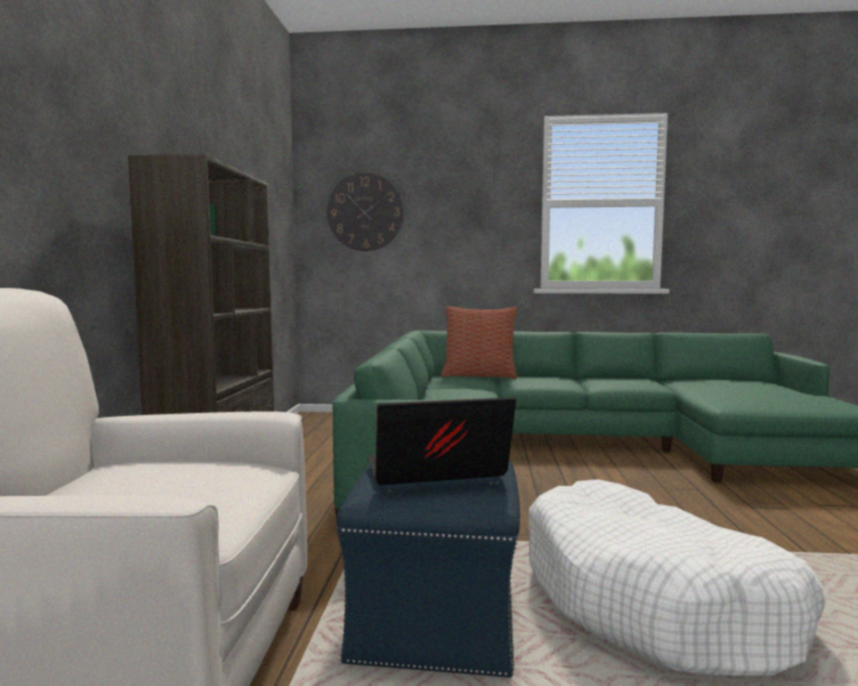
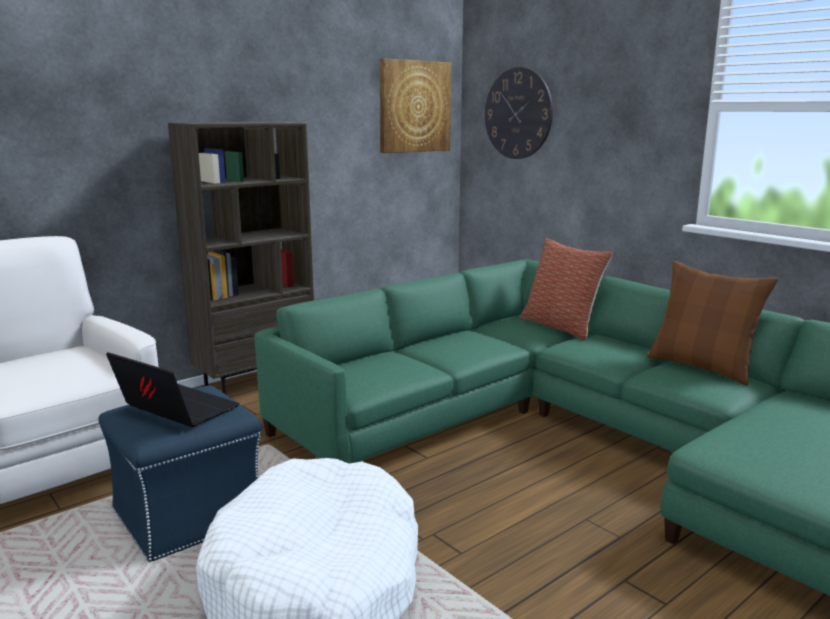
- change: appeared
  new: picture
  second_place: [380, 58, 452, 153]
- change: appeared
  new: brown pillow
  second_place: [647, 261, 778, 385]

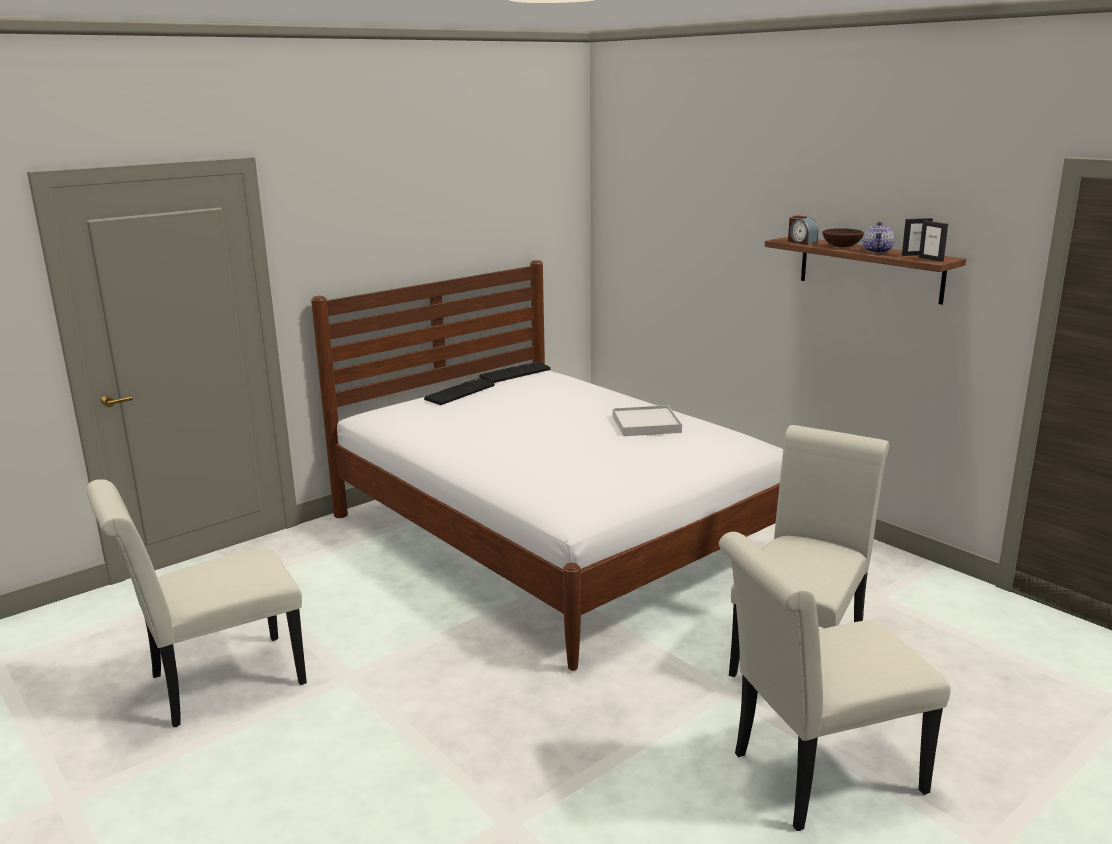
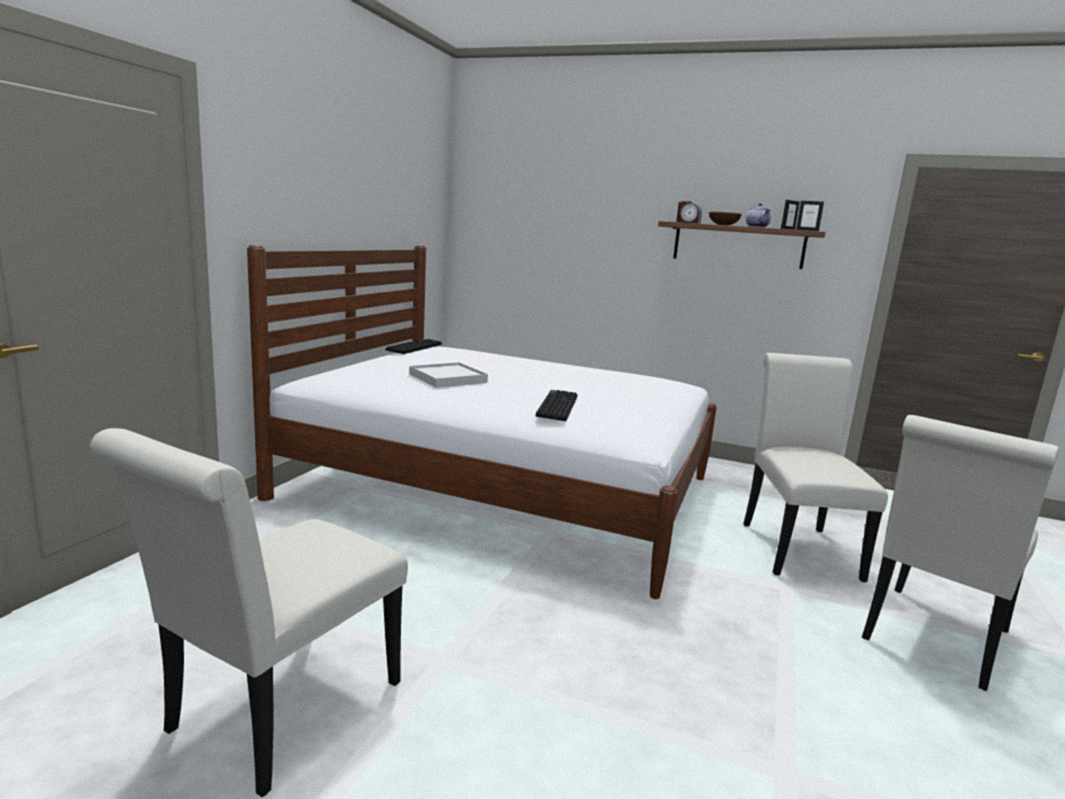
- change: relocated
  old: keyboard
  first_place: [424, 378, 494, 405]
  second_place: [536, 390, 578, 421]
- change: relocated
  old: white tray
  first_place: [613, 405, 682, 436]
  second_place: [409, 362, 488, 388]

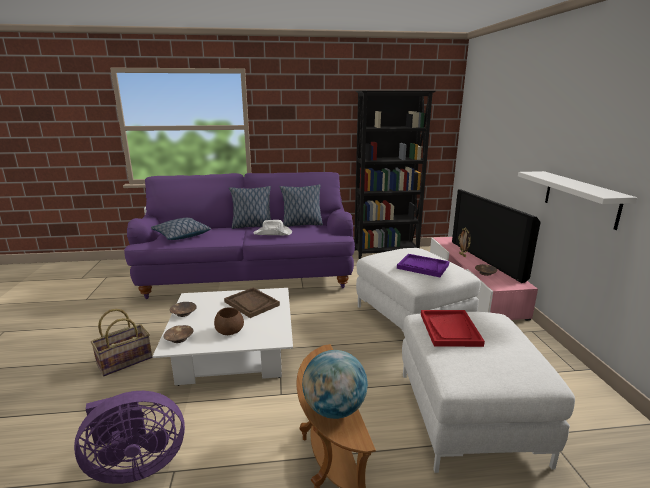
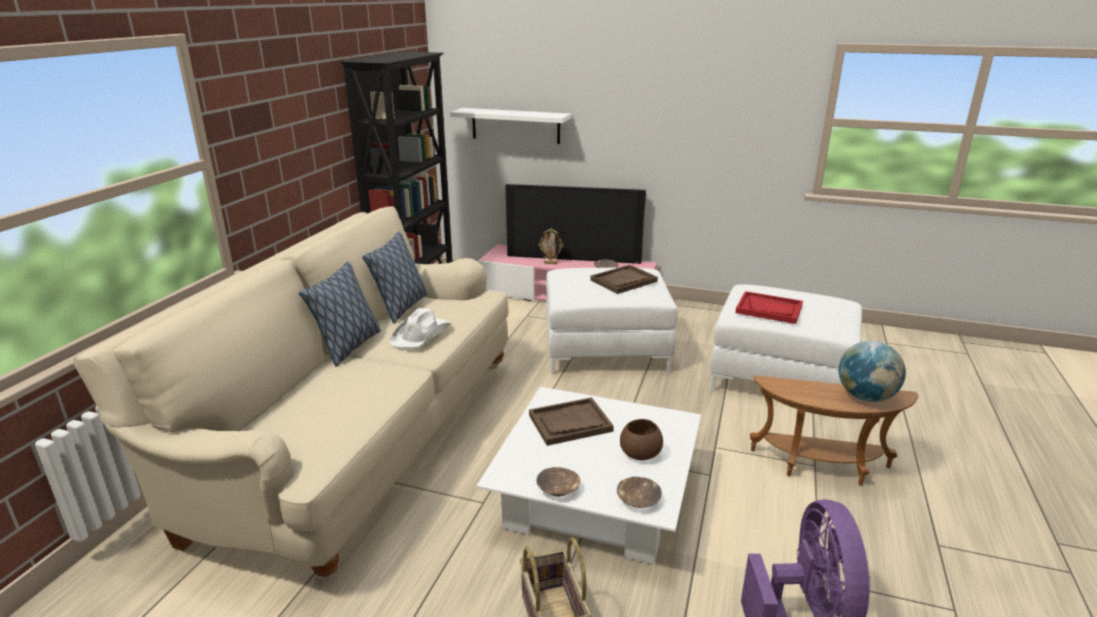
- change: missing
  old: pillow
  first_place: [151, 218, 211, 240]
- change: relocated
  old: white shelf
  first_place: [518, 171, 637, 230]
  second_place: [450, 108, 571, 144]
- change: colour
  old: purple sofa
  new: beige sofa
  first_place: [124, 172, 355, 299]
  second_place: [73, 206, 509, 585]
- change: colour
  old: purple tray
  new: brown tray
  first_place: [397, 254, 449, 277]
  second_place: [590, 265, 658, 294]

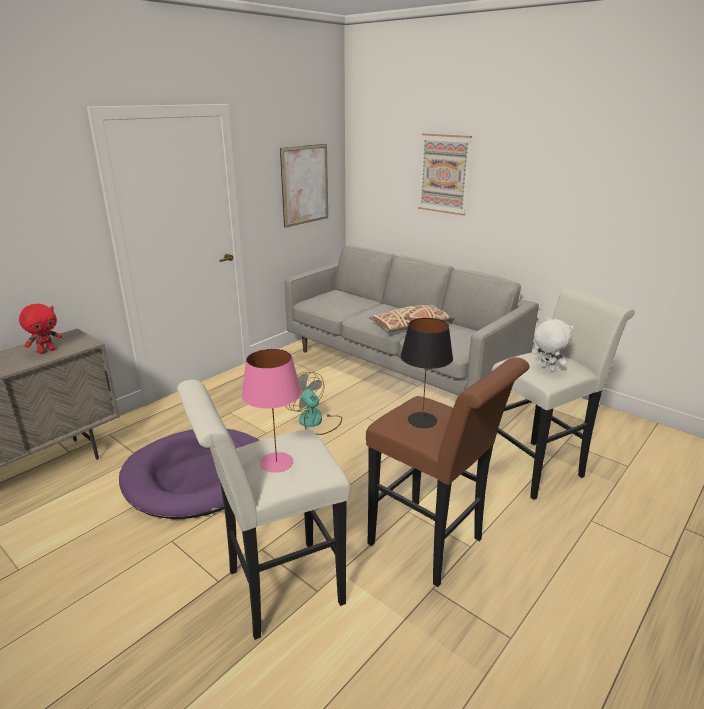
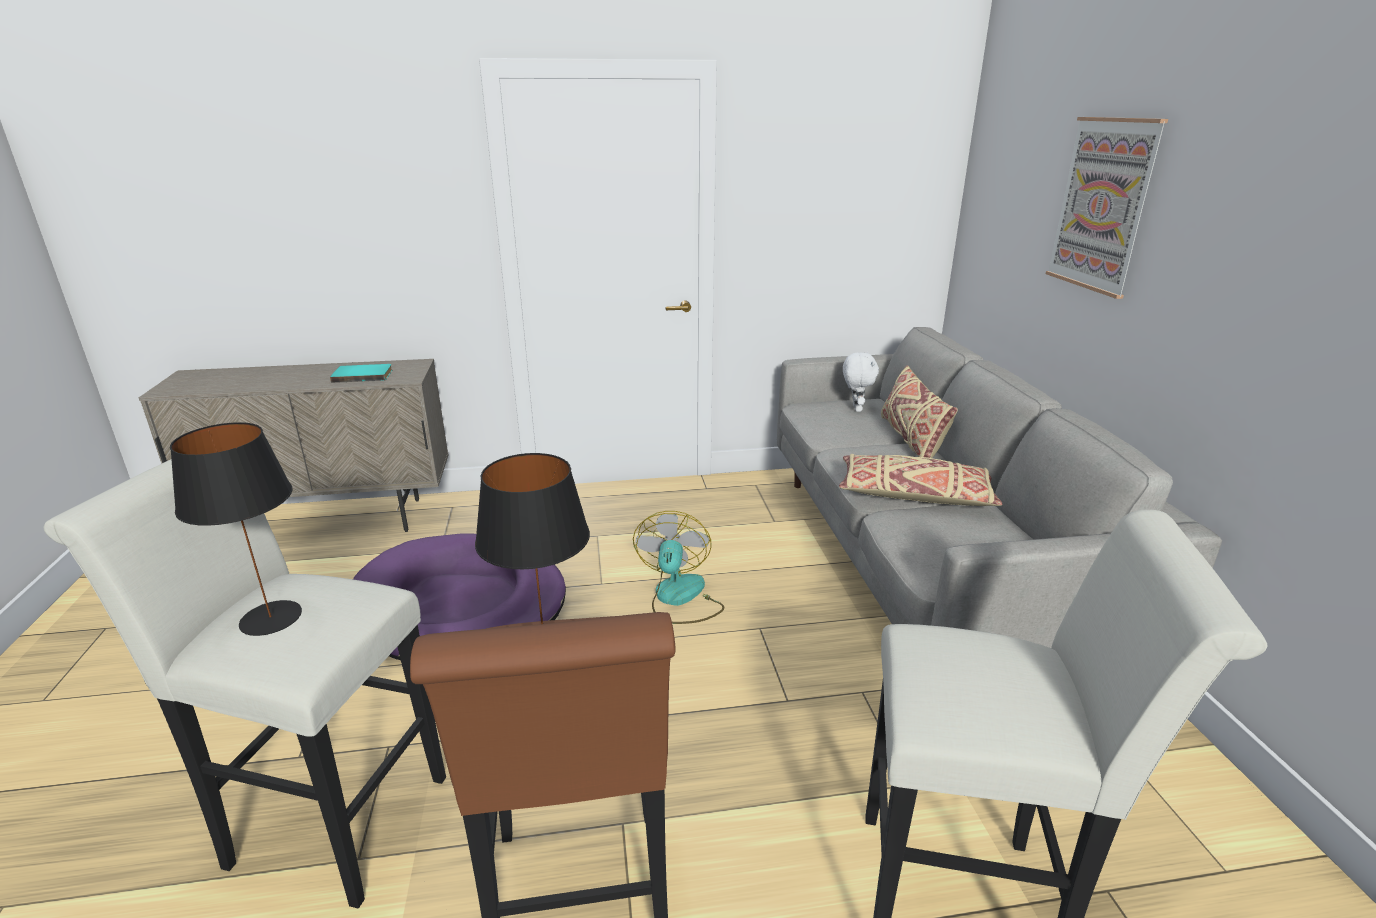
- change: missing
  old: picture
  first_place: [280, 144, 328, 228]
- change: appeared
  new: beige pillow
  second_place: [881, 365, 958, 458]
- change: relocated
  old: white plush toy
  first_place: [533, 317, 574, 372]
  second_place: [843, 352, 879, 412]
- change: exchanged
  old: red plush toy
  new: turquoise book
  first_place: [19, 304, 62, 354]
  second_place: [330, 364, 392, 383]
- change: colour
  old: pink table lamp
  new: black table lamp
  first_place: [241, 348, 302, 473]
  second_place: [170, 422, 302, 636]

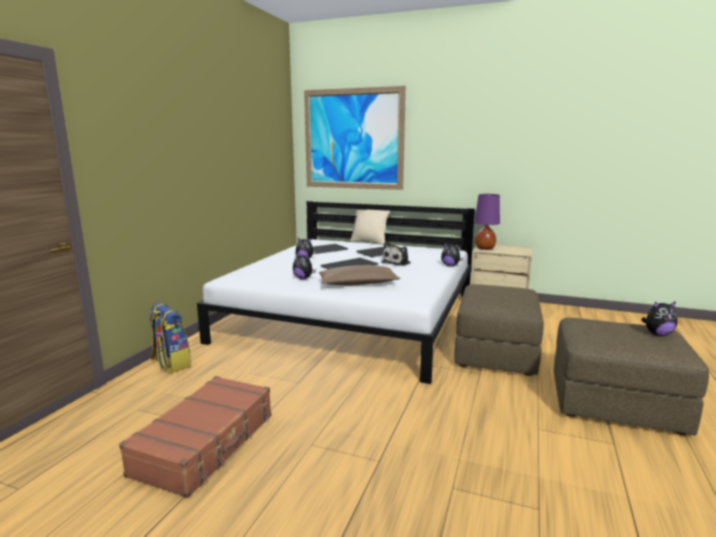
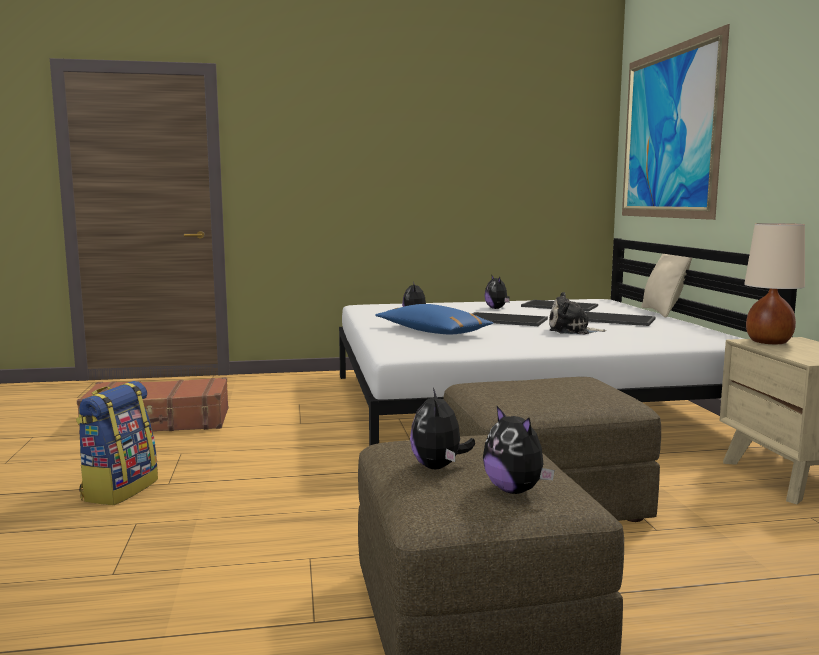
- change: relocated
  old: backpack
  first_place: [150, 303, 191, 373]
  second_place: [76, 381, 158, 505]
- change: relocated
  old: plush toy
  first_place: [441, 242, 463, 266]
  second_place: [410, 388, 475, 469]
- change: colour
  old: brown pillow
  new: blue pillow
  first_place: [319, 265, 401, 285]
  second_place: [375, 304, 493, 335]
- change: colour
  old: purple table lamp
  new: beige table lamp
  first_place: [474, 194, 500, 250]
  second_place: [744, 223, 805, 344]

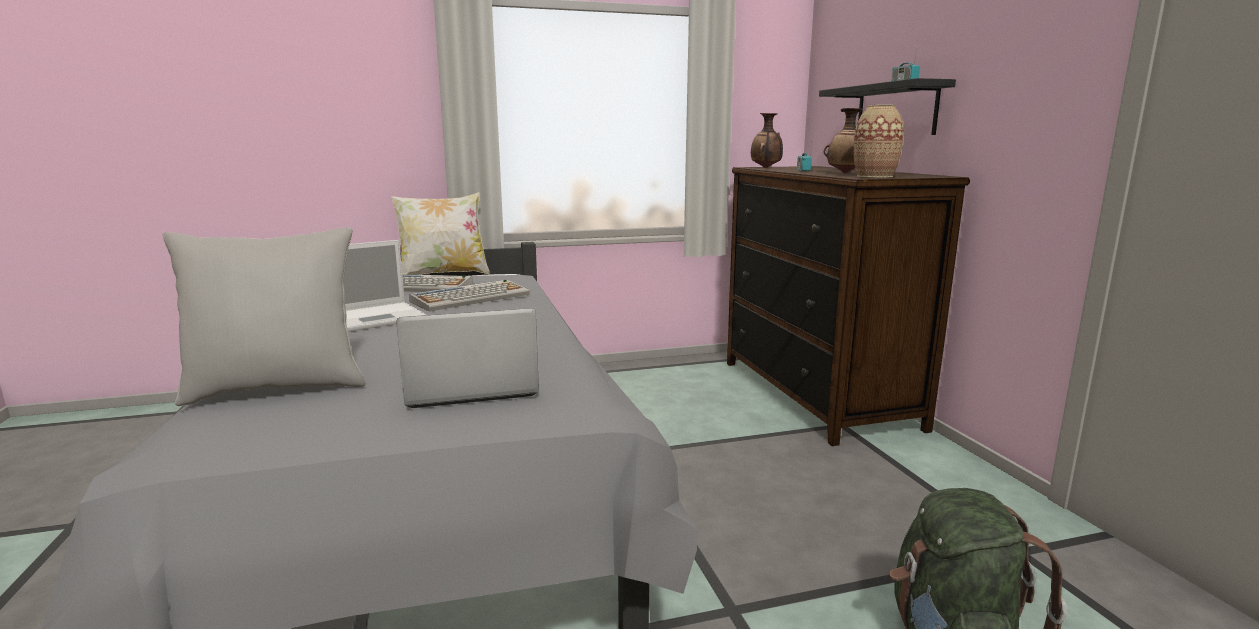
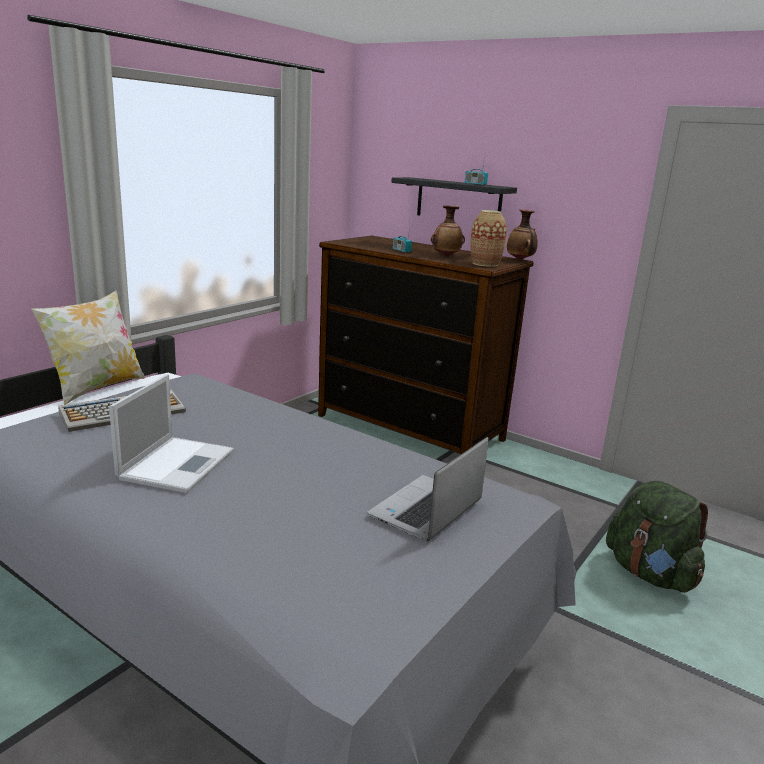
- change: missing
  old: grey pillow
  first_place: [163, 227, 366, 406]
- change: missing
  old: keyboard
  first_place: [409, 279, 530, 312]
- change: relocated
  old: vase
  first_place: [751, 113, 783, 168]
  second_place: [507, 209, 537, 260]

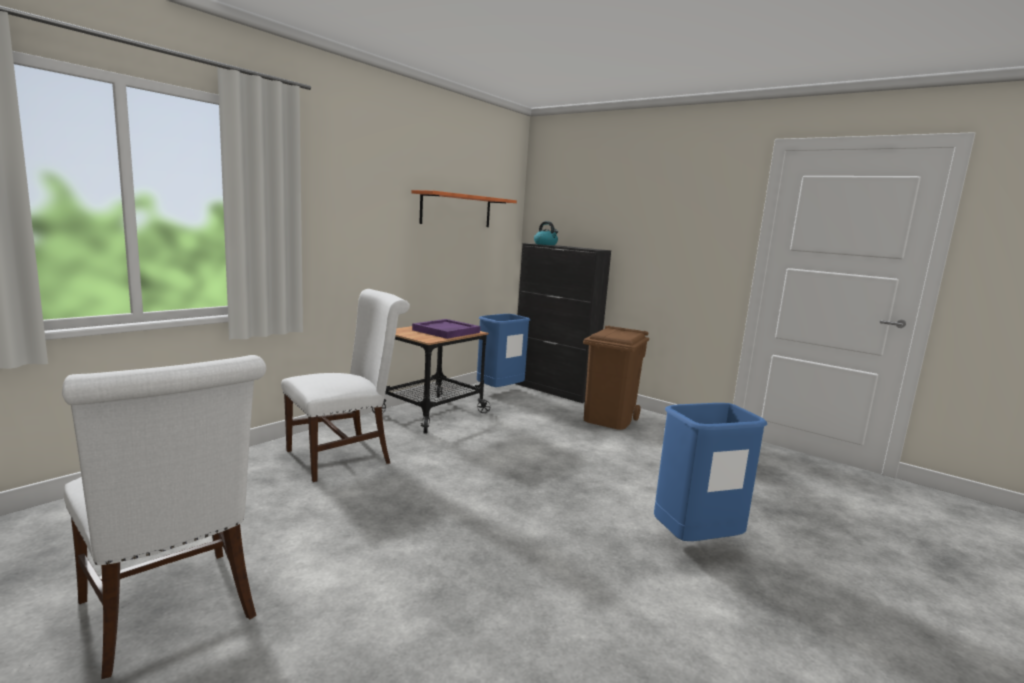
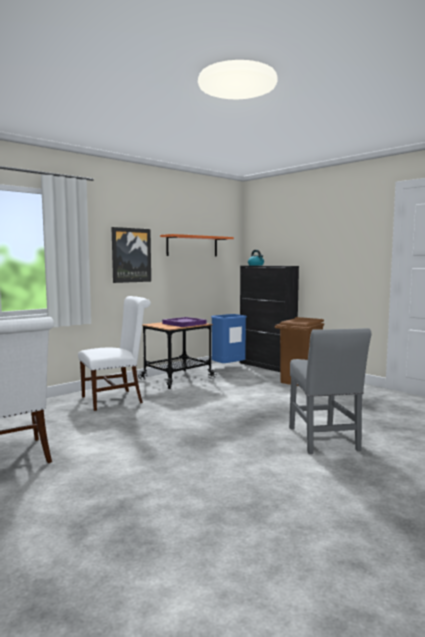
- change: appeared
  new: picture
  second_place: [111, 227, 151, 283]
- change: exchanged
  old: blue trash can
  new: grey chair
  first_place: [654, 403, 767, 541]
  second_place: [289, 328, 372, 454]

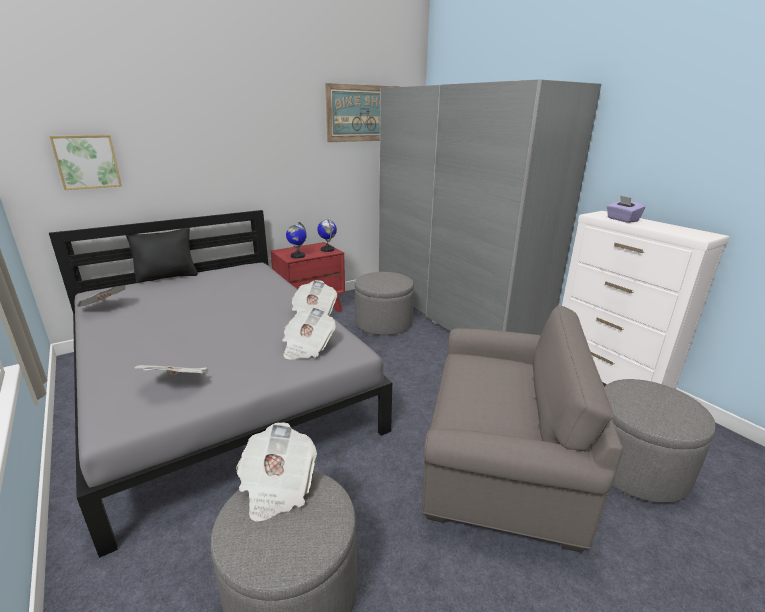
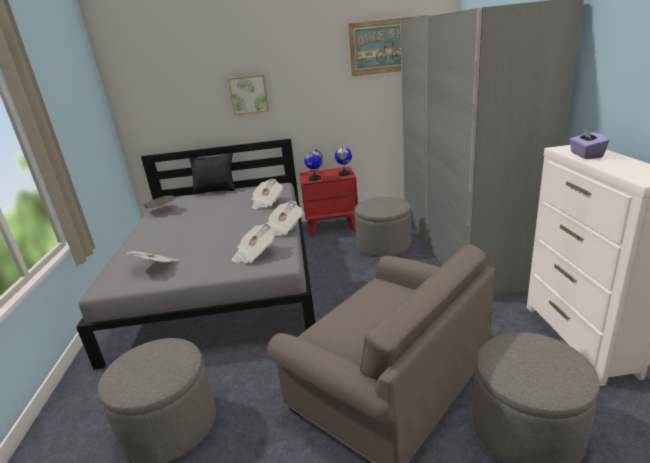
- change: relocated
  old: picture
  first_place: [49, 135, 122, 190]
  second_place: [228, 74, 269, 115]
- change: relocated
  old: newspaper
  first_place: [236, 422, 317, 522]
  second_place: [252, 179, 283, 209]

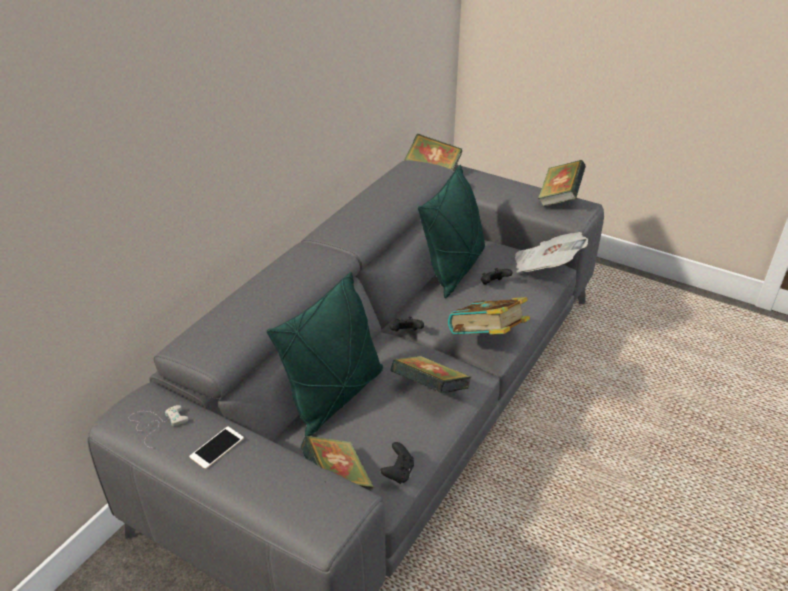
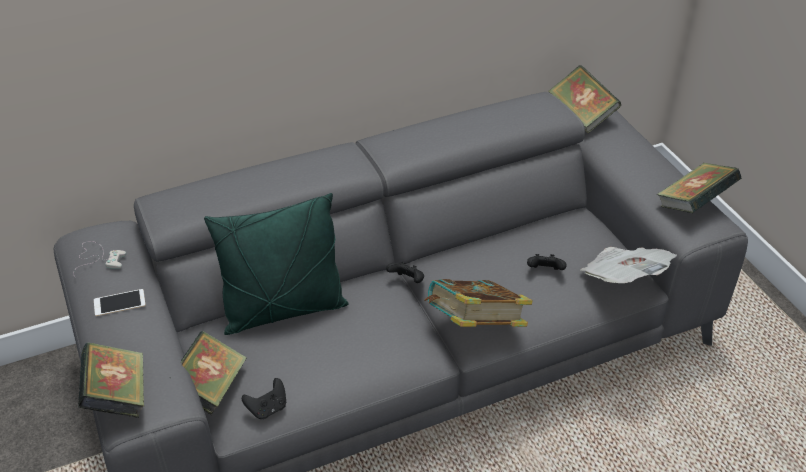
- change: missing
  old: green pillow
  first_place: [418, 165, 485, 298]
- change: relocated
  old: book
  first_place: [390, 356, 471, 393]
  second_place: [78, 342, 144, 418]

